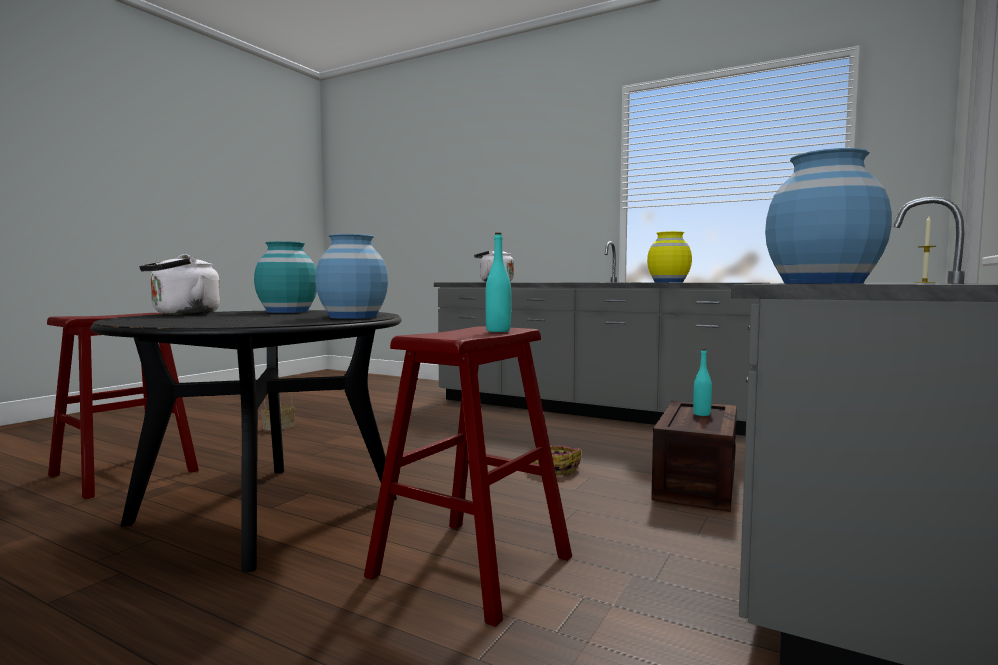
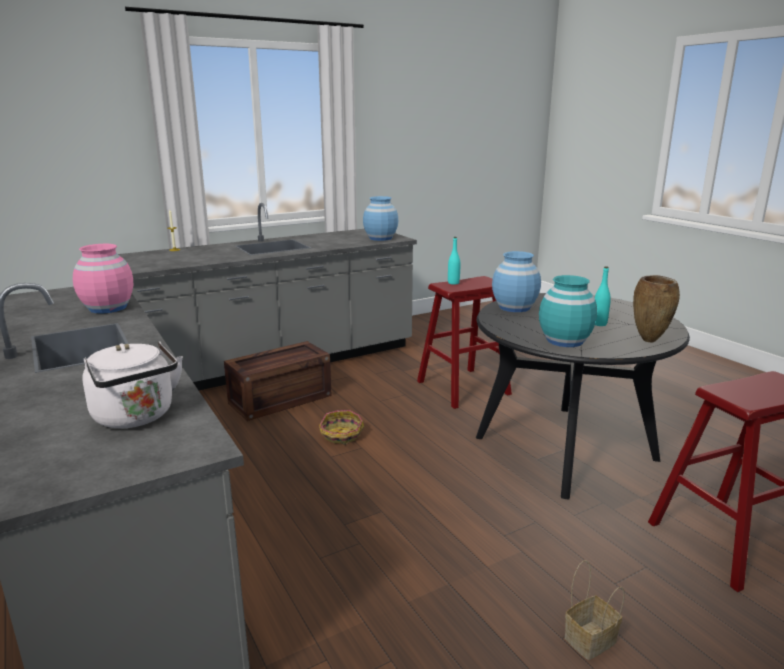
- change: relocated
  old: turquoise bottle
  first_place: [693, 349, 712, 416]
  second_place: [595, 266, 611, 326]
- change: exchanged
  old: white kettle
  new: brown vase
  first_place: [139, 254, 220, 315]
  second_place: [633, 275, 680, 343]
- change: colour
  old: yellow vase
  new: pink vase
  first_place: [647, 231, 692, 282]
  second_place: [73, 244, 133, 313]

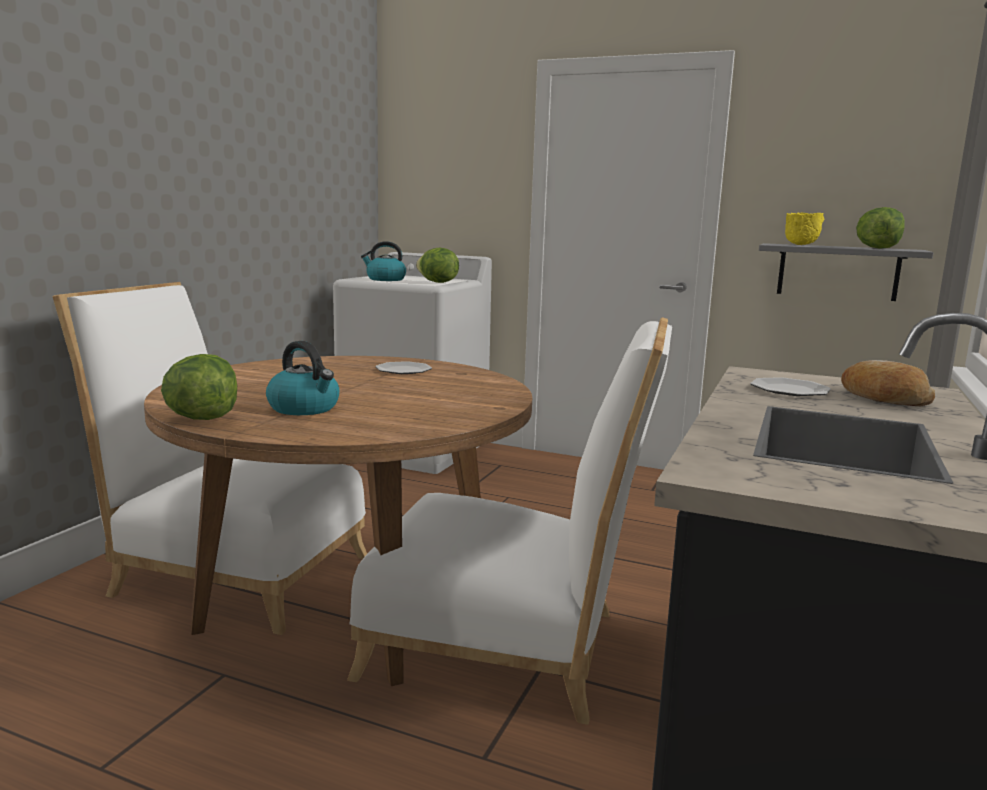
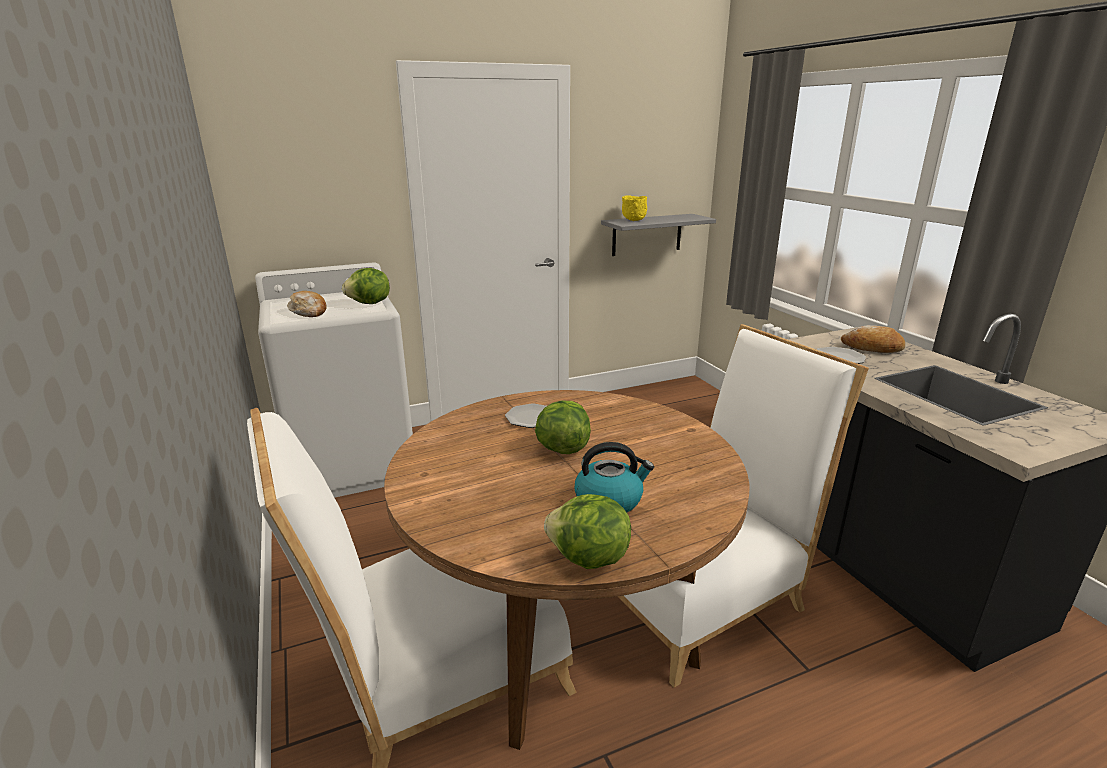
- change: relocated
  old: lettuce
  first_place: [856, 207, 905, 249]
  second_place: [535, 400, 591, 454]
- change: exchanged
  old: kettle
  new: bread
  first_place: [361, 241, 406, 281]
  second_place: [287, 291, 326, 317]

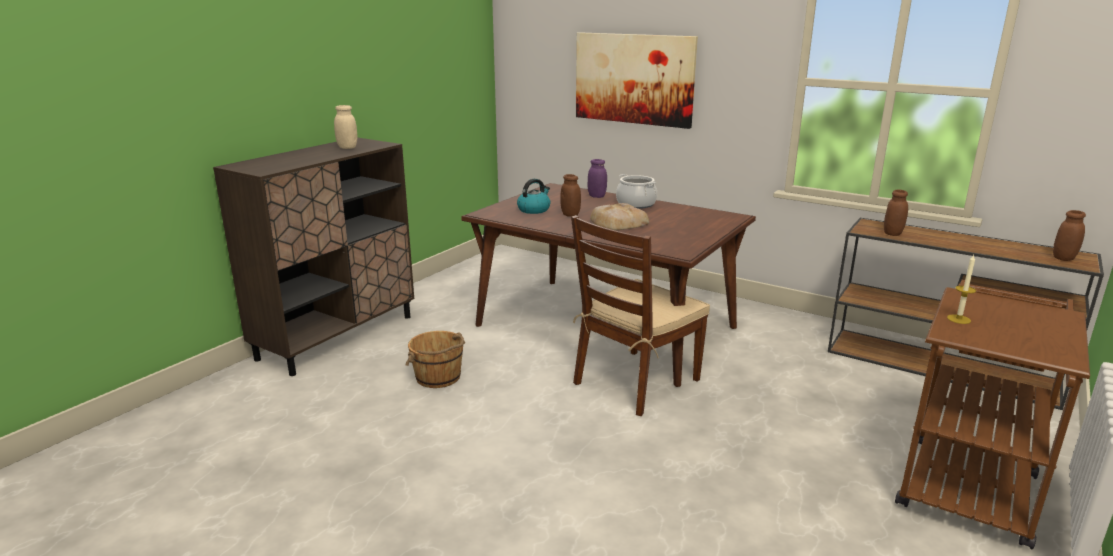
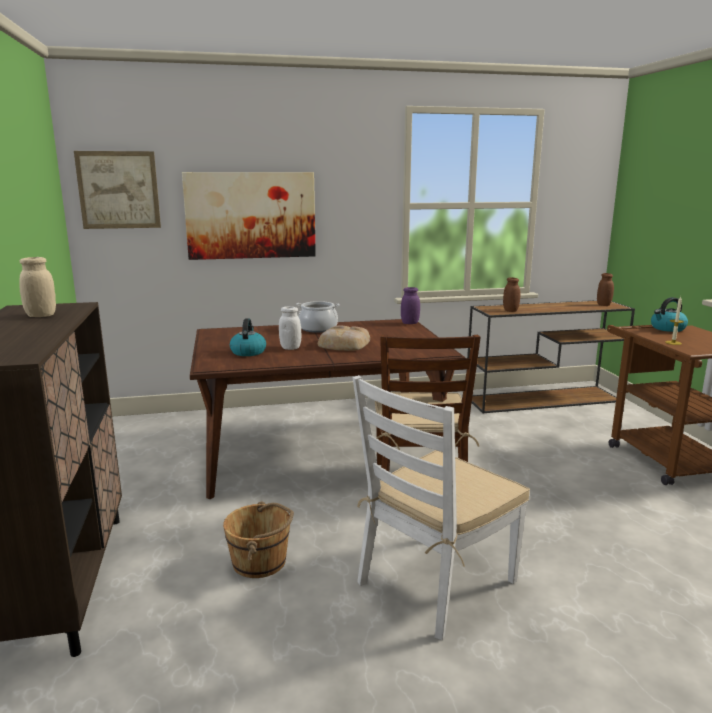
- change: appeared
  new: picture
  second_place: [74, 151, 161, 229]
- change: appeared
  new: white chair
  second_place: [352, 375, 530, 640]
- change: appeared
  new: kettle
  second_place: [651, 297, 688, 332]
- change: relocated
  old: purple jar
  first_place: [588, 159, 607, 198]
  second_place: [401, 287, 420, 324]
- change: colour
  old: brown jar
  new: white jar
  first_place: [560, 174, 581, 217]
  second_place: [279, 306, 301, 350]

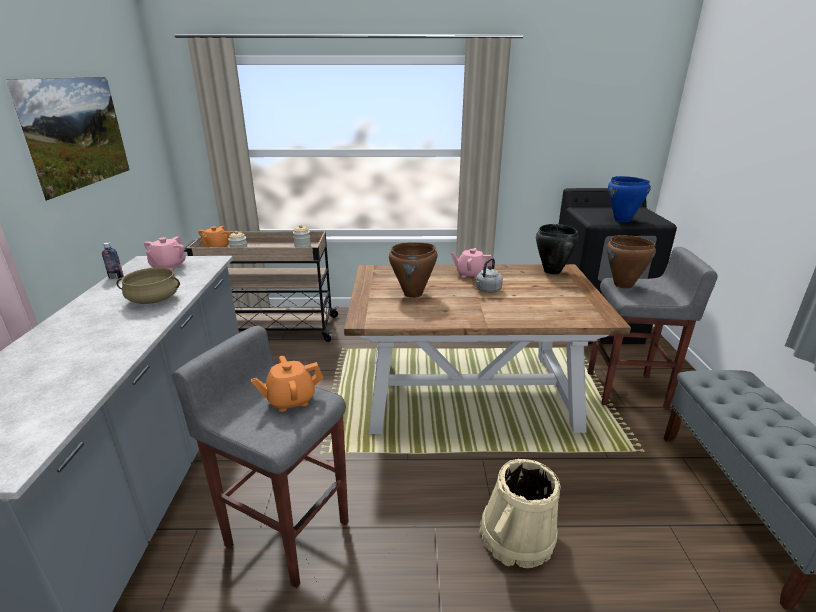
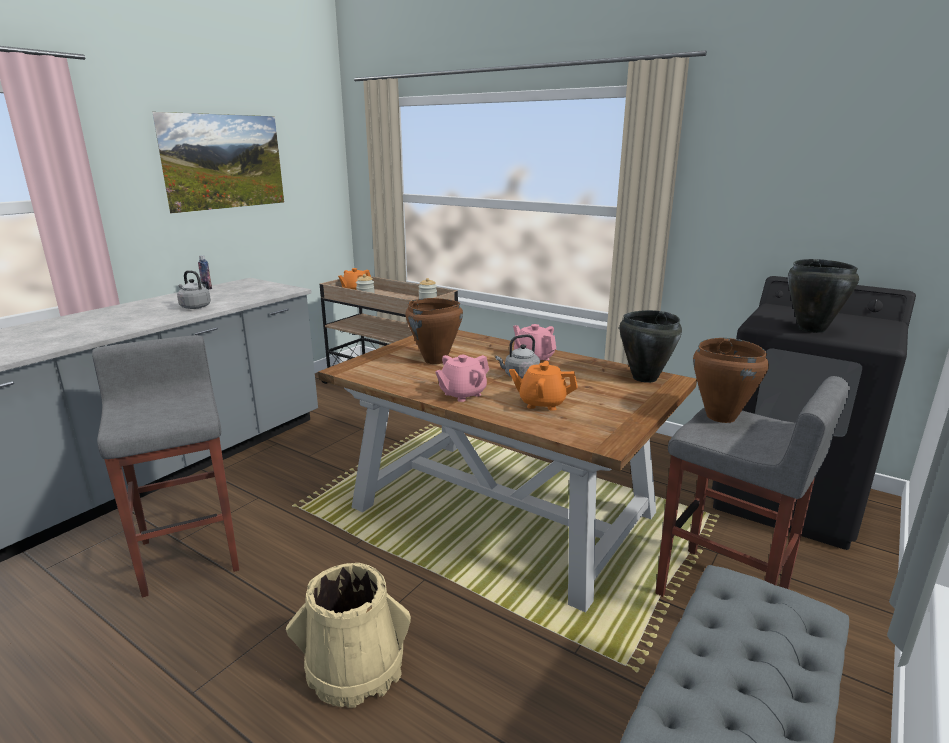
- change: relocated
  old: pink teapot
  first_place: [144, 236, 186, 270]
  second_place: [435, 355, 489, 402]
- change: relocated
  old: orange teapot
  first_place: [251, 356, 323, 412]
  second_place: [509, 361, 578, 411]
- change: exchanged
  old: beige cooking pot
  new: grey kettle
  first_place: [117, 267, 180, 304]
  second_place: [177, 270, 211, 309]
- change: colour
  old: blue cooking pot
  new: black cooking pot
  first_place: [608, 176, 651, 222]
  second_place: [788, 259, 859, 333]

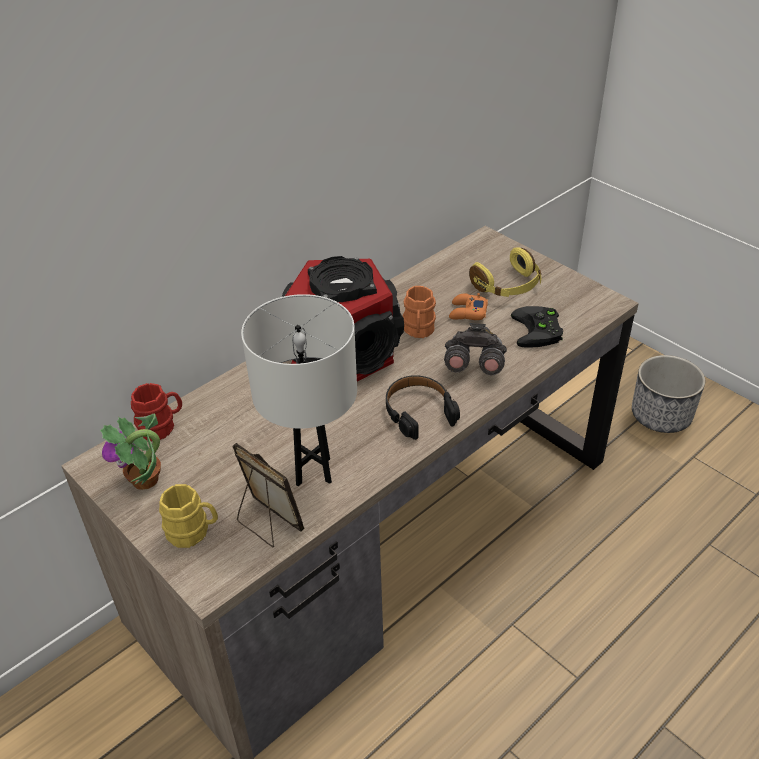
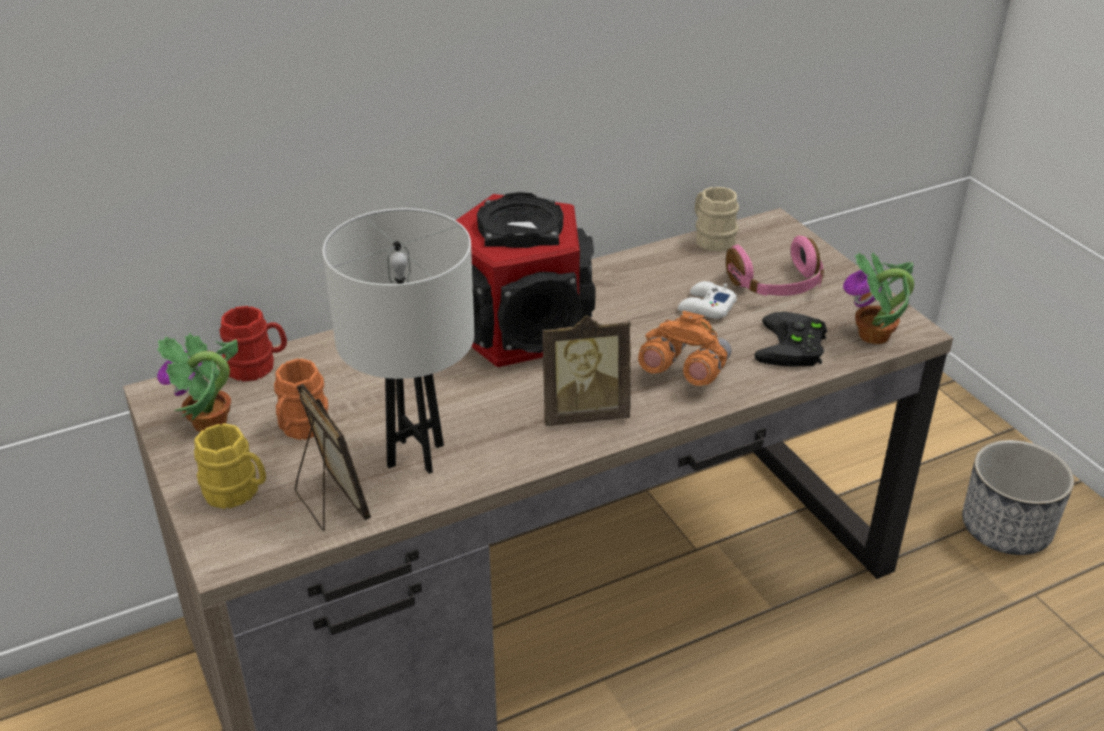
- change: appeared
  new: beige mug
  second_place: [695, 187, 739, 252]
- change: appeared
  new: potted plant
  second_place: [843, 252, 914, 344]
- change: relocated
  old: orange mug
  first_place: [403, 286, 436, 338]
  second_place: [274, 358, 328, 440]
- change: exchanged
  old: black headphones
  new: picture frame
  first_place: [386, 375, 460, 440]
  second_place: [542, 315, 631, 426]
- change: colour
  old: grey binoculars
  new: orange binoculars
  first_place: [444, 323, 507, 375]
  second_place: [638, 310, 731, 386]
- change: colour
  old: orange game controller
  new: white game controller
  first_place: [449, 293, 488, 320]
  second_place: [678, 281, 737, 319]
- change: colour
  old: yellow headphones
  new: pink headphones
  first_place: [469, 247, 541, 297]
  second_place: [726, 236, 824, 296]

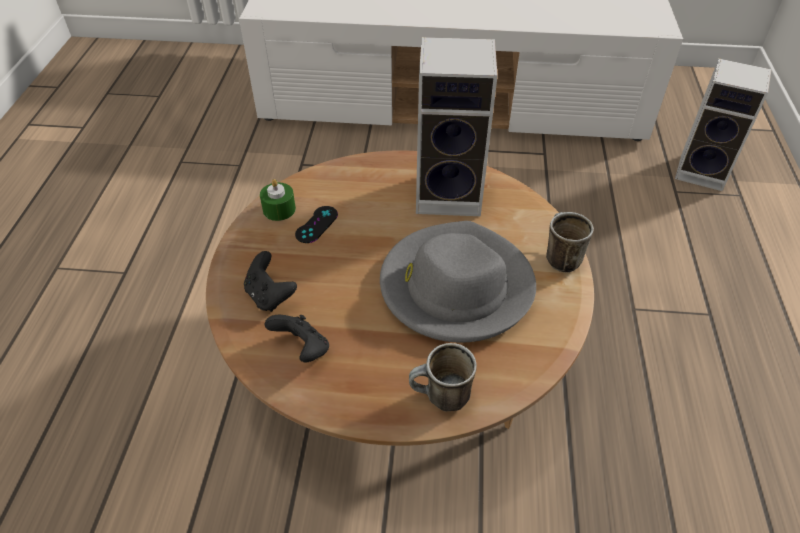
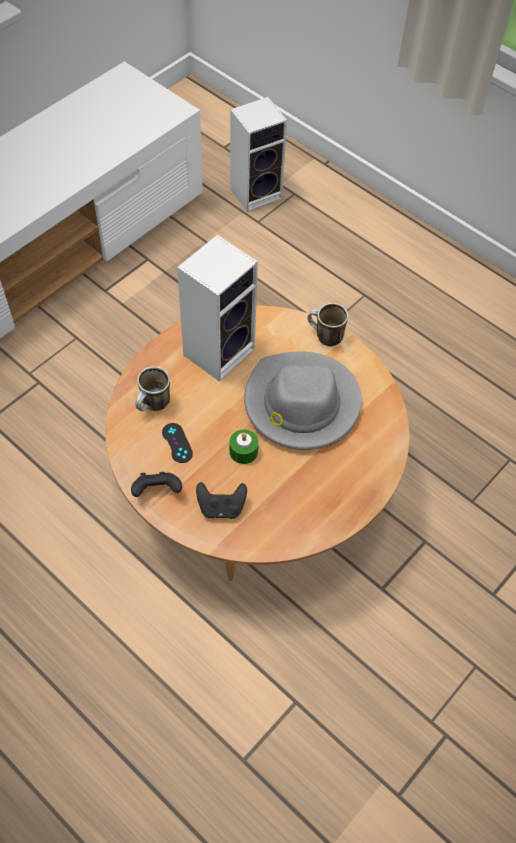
- change: relocated
  old: green candle
  first_place: [260, 179, 296, 221]
  second_place: [229, 429, 259, 464]
- change: relocated
  old: black game controller
  first_place: [265, 315, 329, 362]
  second_place: [131, 472, 182, 497]
- change: relocated
  old: mug
  first_place: [409, 343, 477, 411]
  second_place: [135, 366, 170, 411]

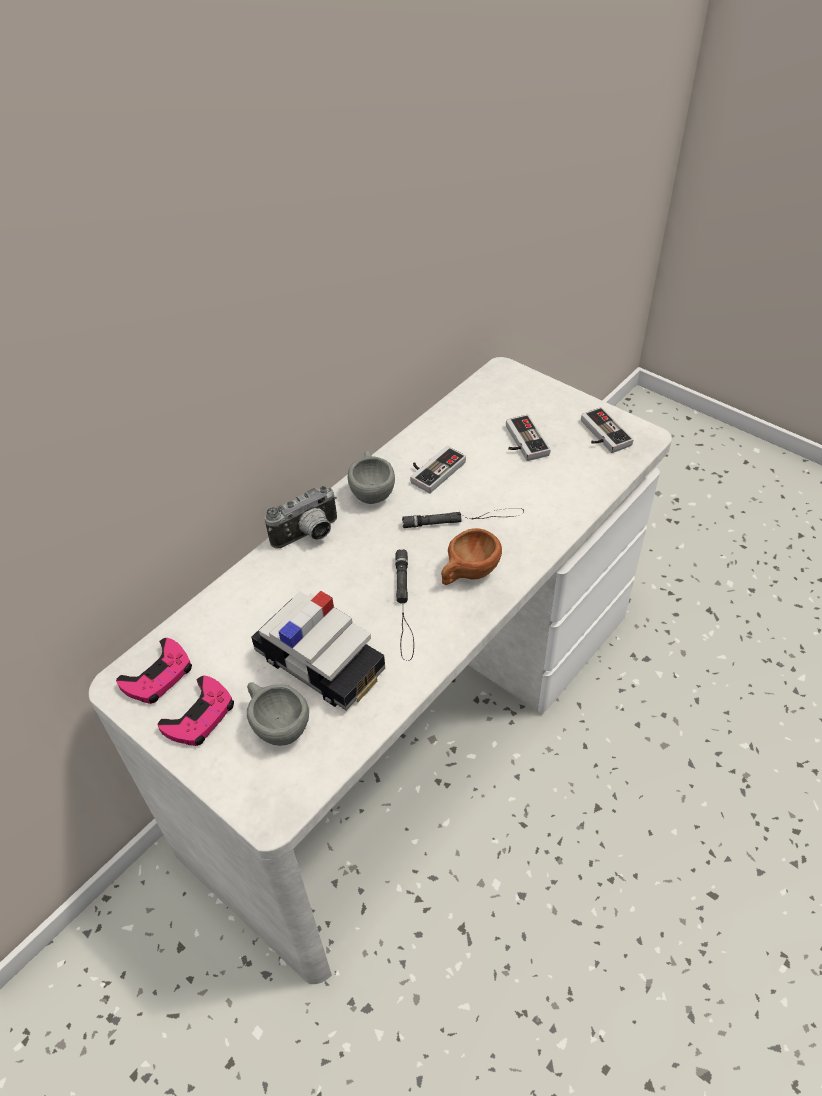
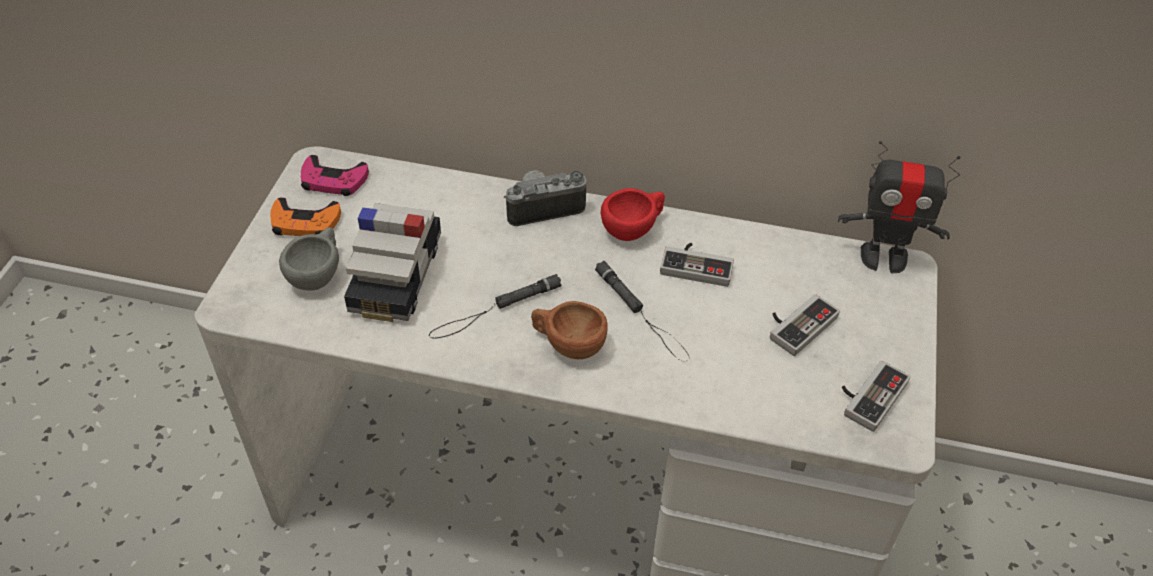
- change: appeared
  new: toy robot
  second_place: [838, 141, 961, 273]
- change: colour
  old: pink game controller
  new: orange game controller
  first_place: [158, 675, 234, 746]
  second_place: [270, 197, 341, 236]
- change: colour
  old: grey cup
  new: red cup
  first_place: [348, 450, 395, 504]
  second_place: [601, 188, 665, 241]
- change: spun
  old: photo camera
  first_place: [265, 486, 337, 549]
  second_place: [504, 170, 586, 226]
  degrees: 135

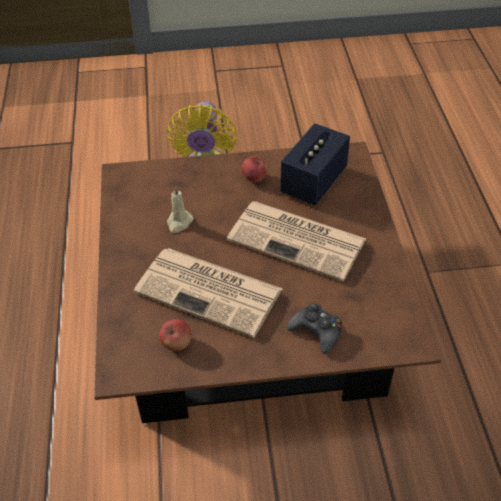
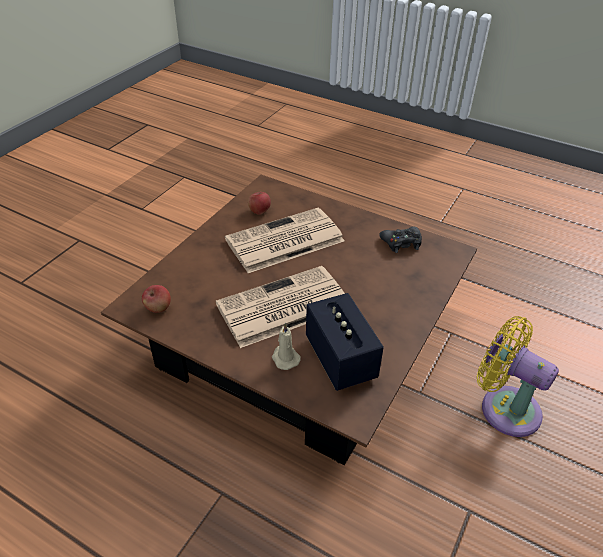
- change: relocated
  old: beige candle
  first_place: [167, 186, 194, 233]
  second_place: [272, 323, 301, 370]
- change: relocated
  old: apple
  first_place: [242, 156, 267, 182]
  second_place: [142, 285, 171, 313]
- change: relocated
  old: black game controller
  first_place: [286, 303, 342, 354]
  second_place: [379, 227, 422, 253]

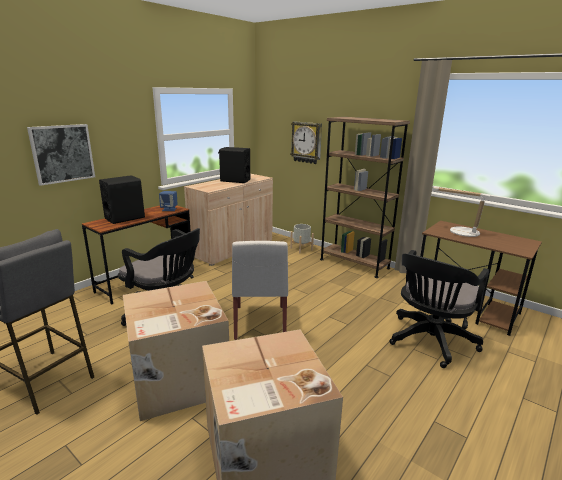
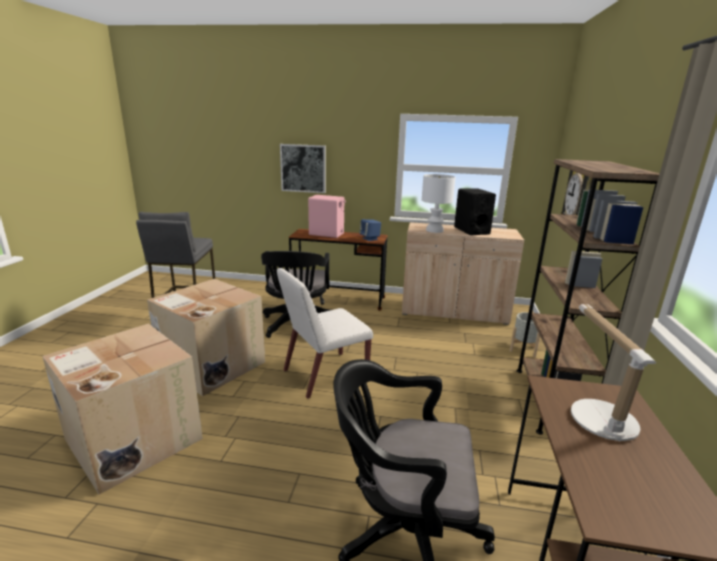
- change: appeared
  new: white table lamp
  second_place: [422, 174, 455, 233]
- change: colour
  old: black speaker
  new: pink speaker
  first_place: [99, 175, 145, 224]
  second_place: [308, 195, 346, 238]

